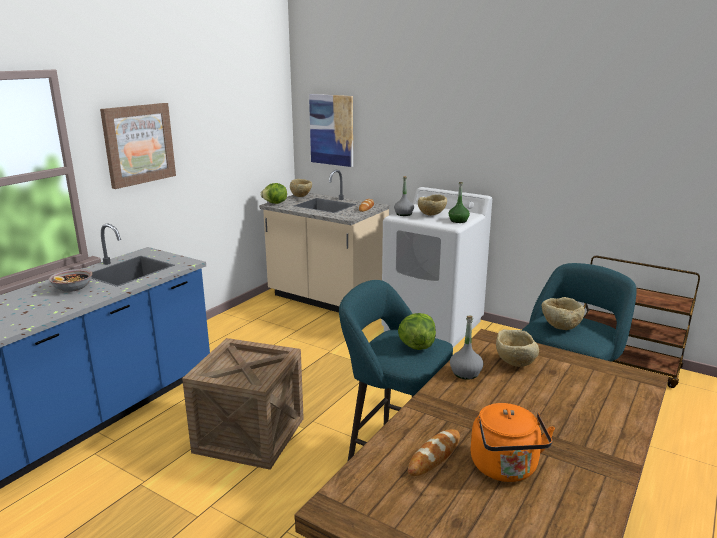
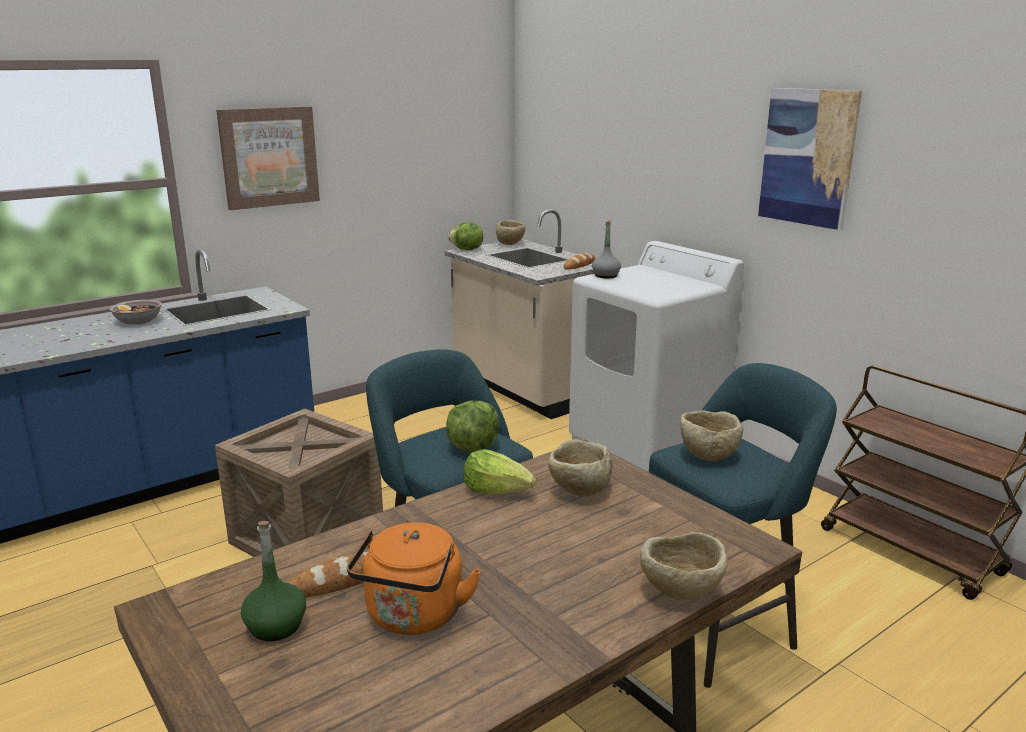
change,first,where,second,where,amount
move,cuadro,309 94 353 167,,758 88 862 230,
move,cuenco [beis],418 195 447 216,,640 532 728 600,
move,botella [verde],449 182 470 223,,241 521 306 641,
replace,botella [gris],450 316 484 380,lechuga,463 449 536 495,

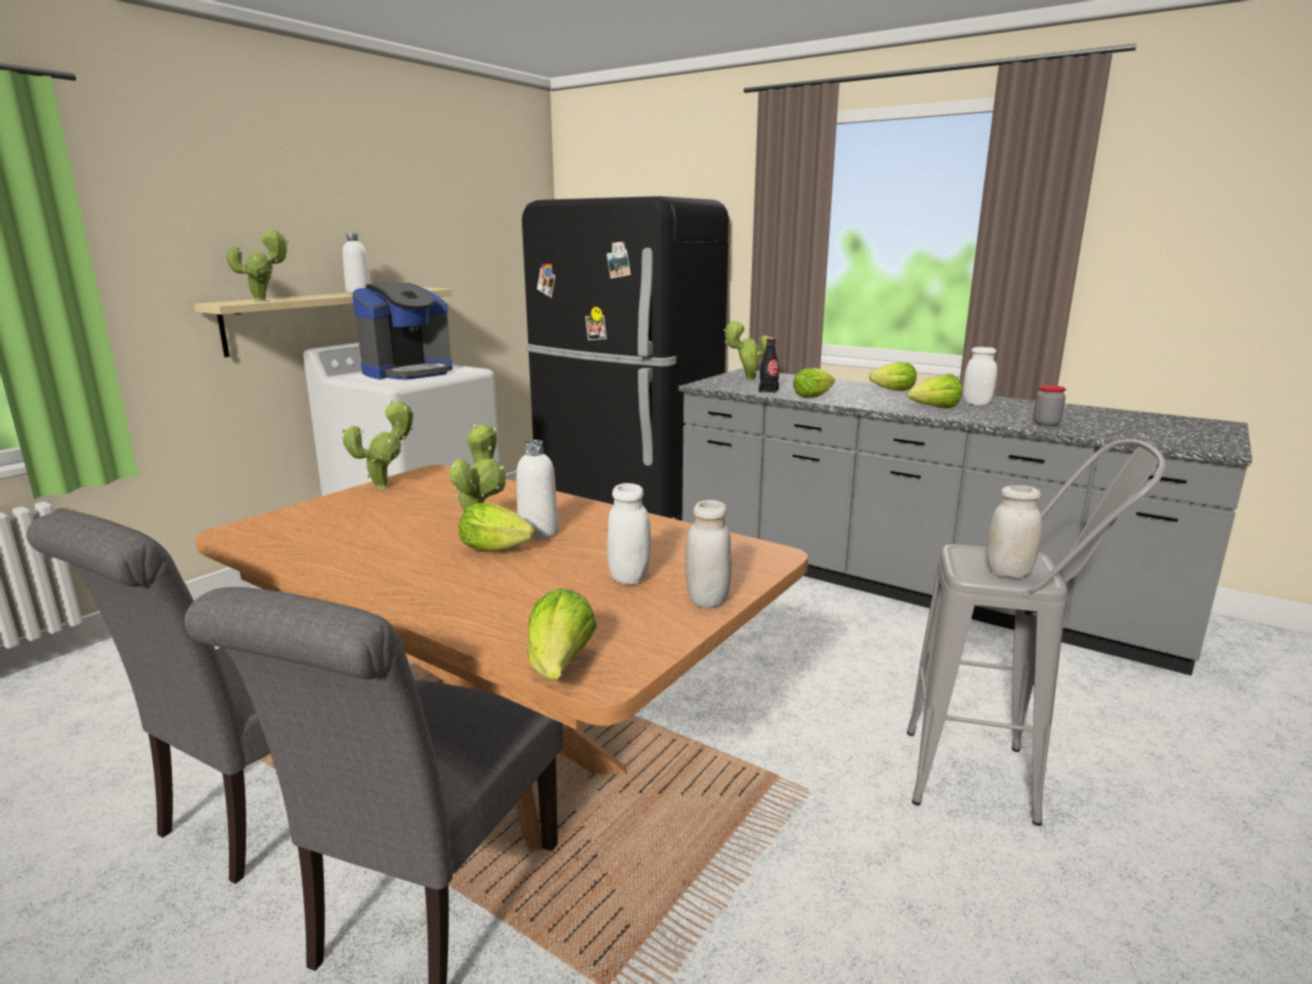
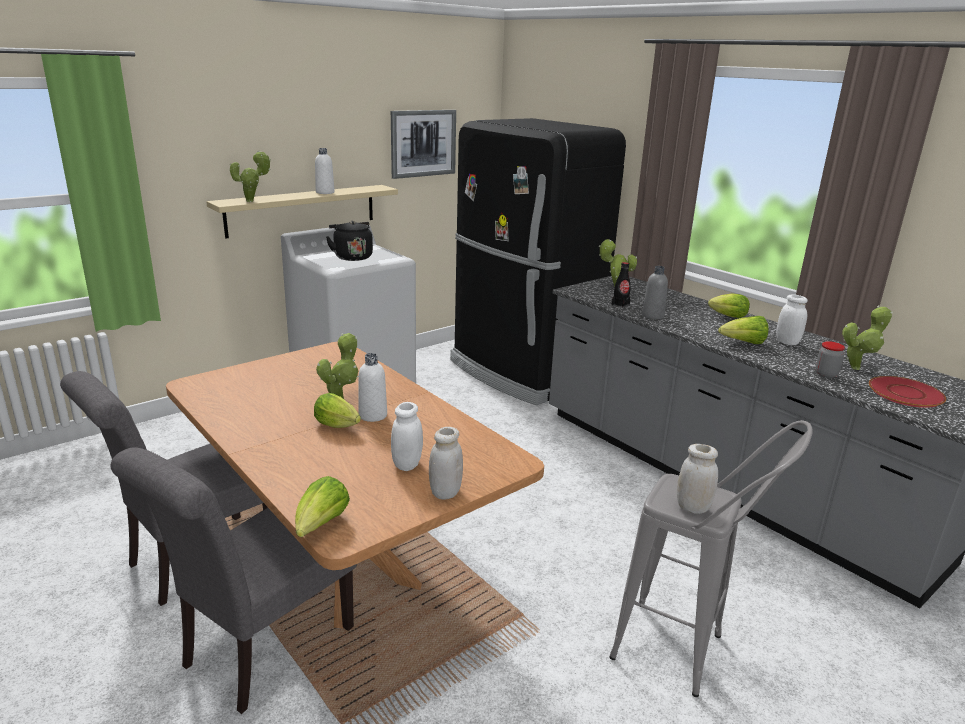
change,first,where,second,where,amount
insert,,,cuadro,391 110 456 179,
insert,,,plato [rojo],869 376 946 408,
move,planta en maceta,342 401 414 489,,842 305 893 370,
replace,cafetera,352 283 452 380,hervidor [negro],326 221 373 261,
replace,lechuga,793 368 835 398,botella [gris],642 266 668 319,

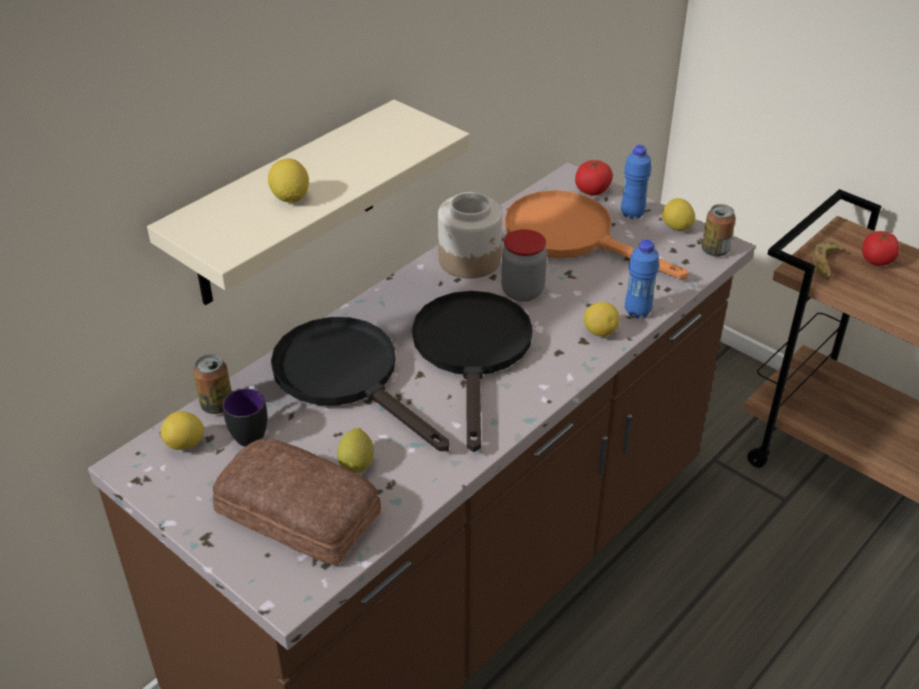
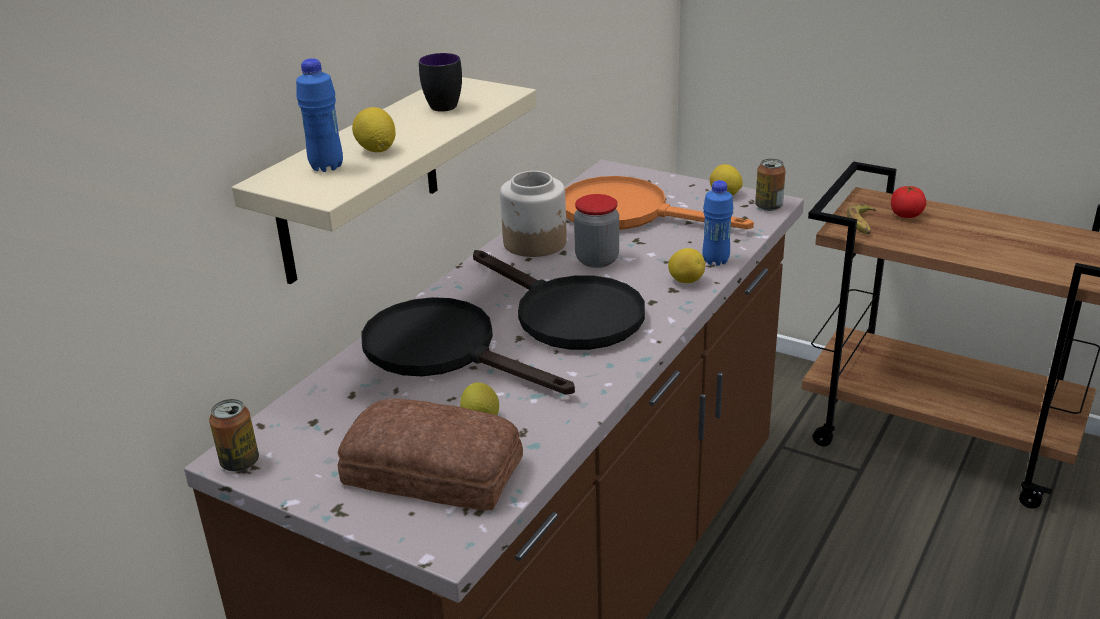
change,first,where,second,where,amount
delete,limón,160 411 204 450,,,
delete,tomate,575 160 613 196,,,
move,lata,193 354 232 414,,209 399 259 472,
move,taza grande,223 386 267 447,,419 53 462 112,
move,botella [azul],621 145 651 219,,296 58 343 172,
rotate,sartén [negro],412 291 533 452,,473 250 645 350,150 degrees clockwise

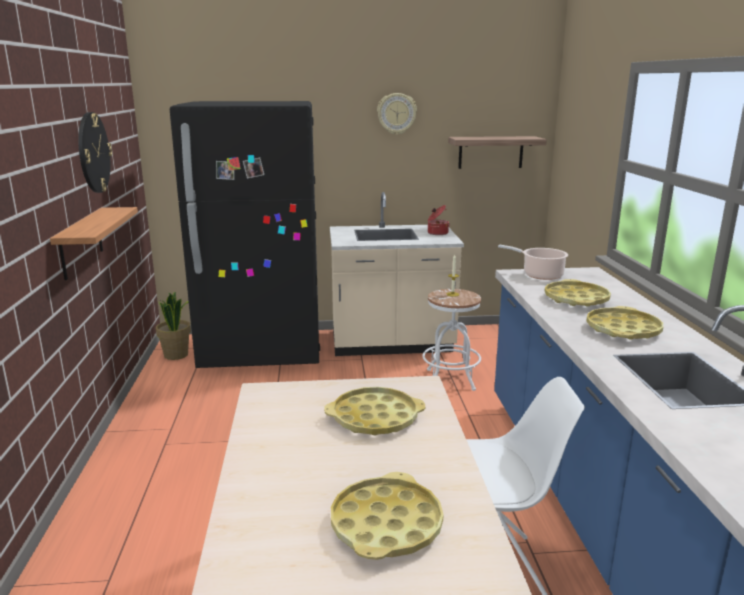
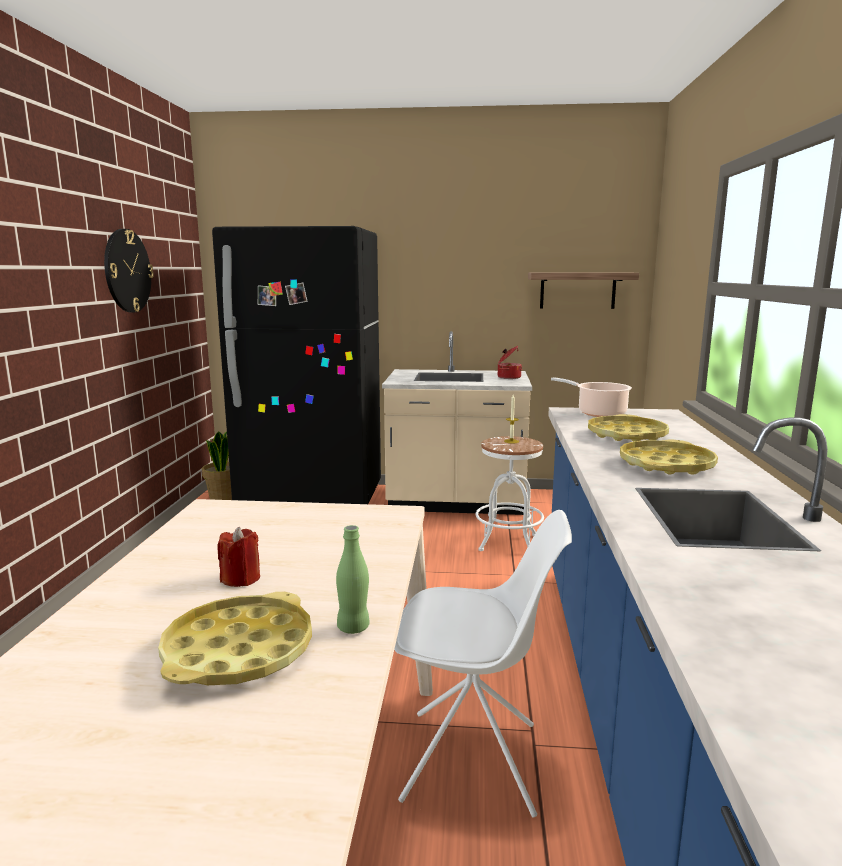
change,first,where,second,where,amount
delete,estante,50 207 138 280,,,
delete,bandeja [amarillo],324 387 425 435,,,
delete,reloj de pared,377 93 417 135,,,
insert,,,vela [rojo],217 527 260 587,
insert,,,botella [verde],336 525 370 634,

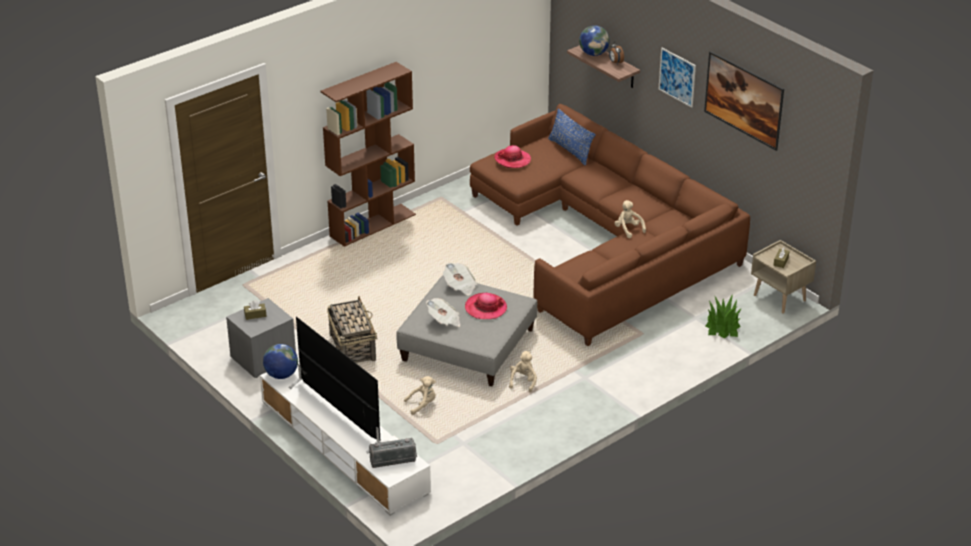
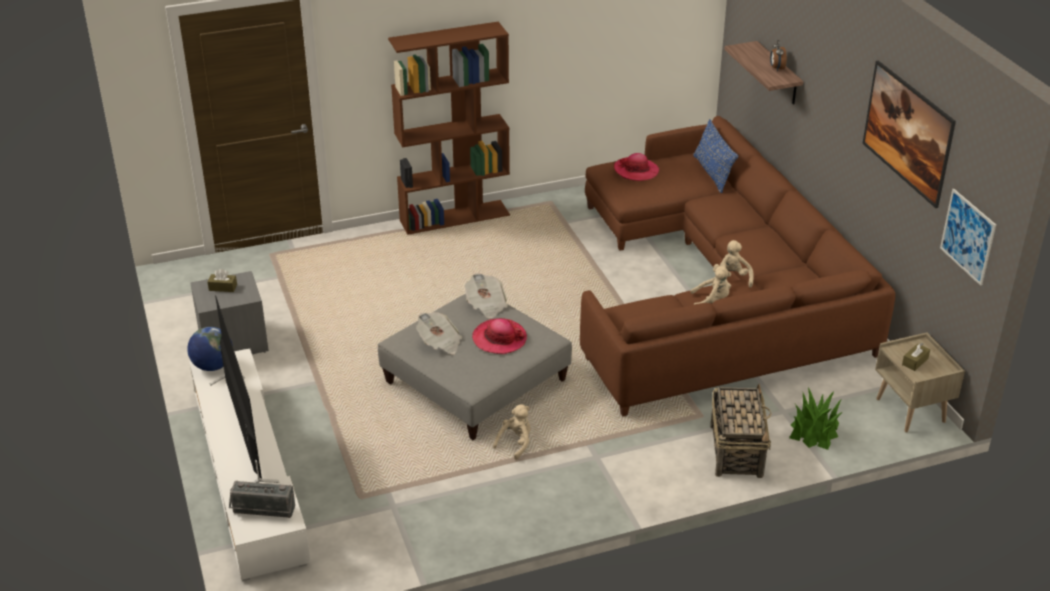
change,first,where,second,where,amount
delete,globo terráqueo,579 25 610 56,,,
move,cesta,327 296 377 363,,710 384 772 478,
move,peluche [beis],404 376 436 415,,690 266 731 304,
move,cuadro,658 48 696 108,,940 189 996 286,

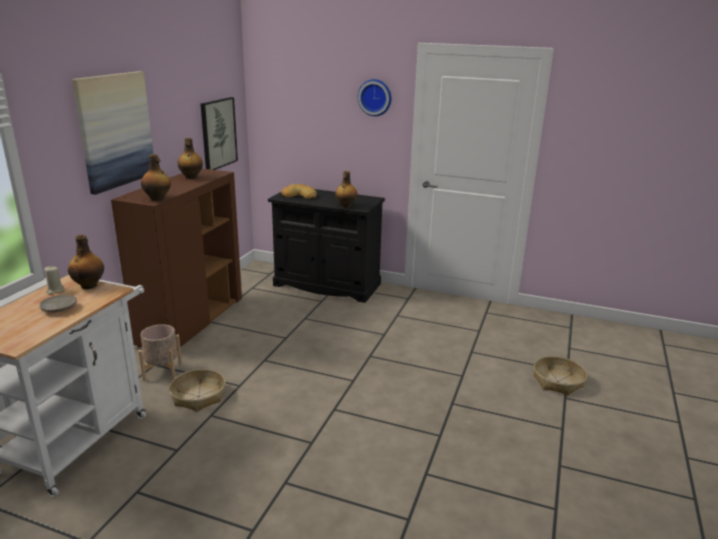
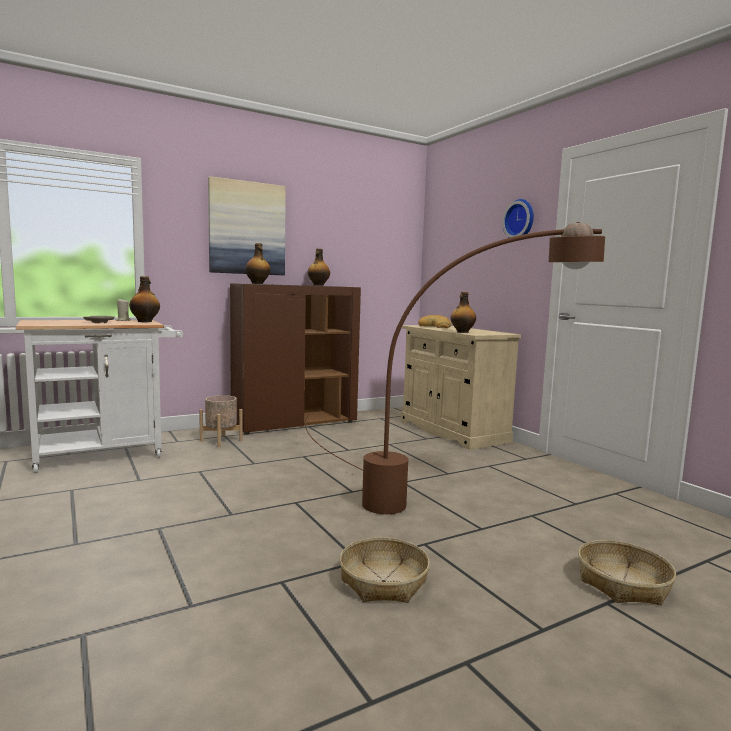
change,first,where,second,where,amount
delete,cuadro,201 97 238 170,,,
insert,,,lámpara de pie [marrón],305 222 605 514,
move,cesta,169 369 226 412,,339 537 430 603,
recolor,armario [negro],268 189 385 303,armario [beis],401 325 521 450,

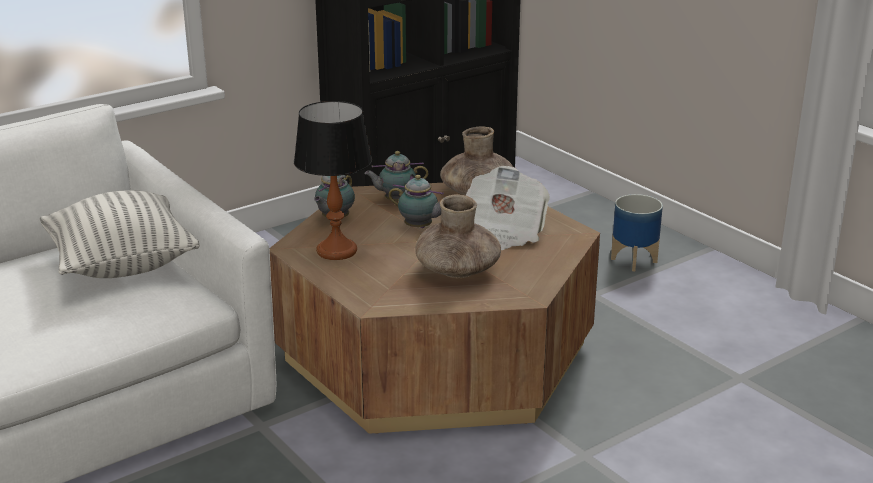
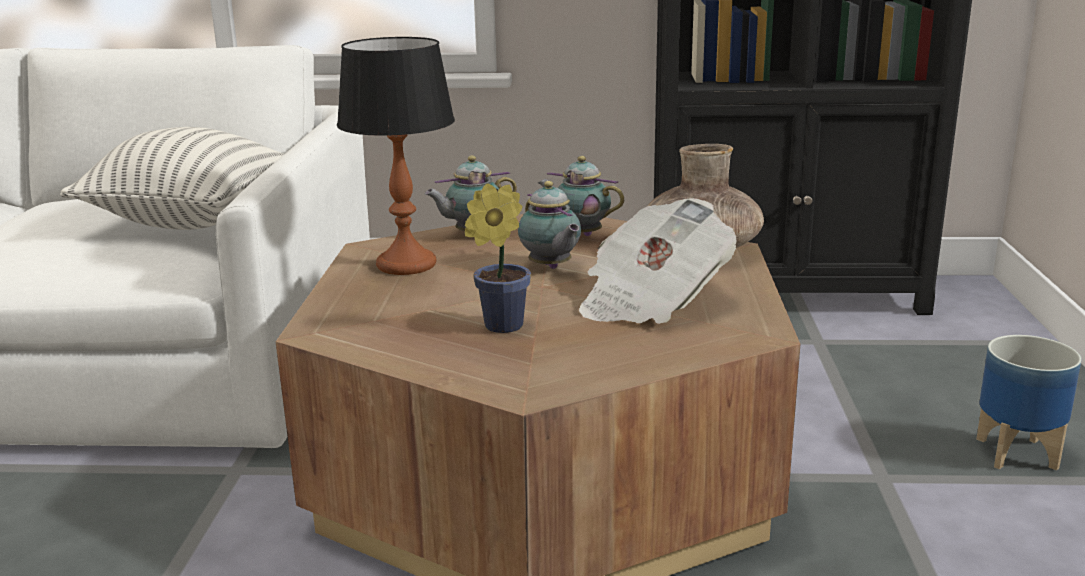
change,first,where,second,where,amount
replace,florero [marrón],415 194 501 278,planta en maceta,465 183 531 333,

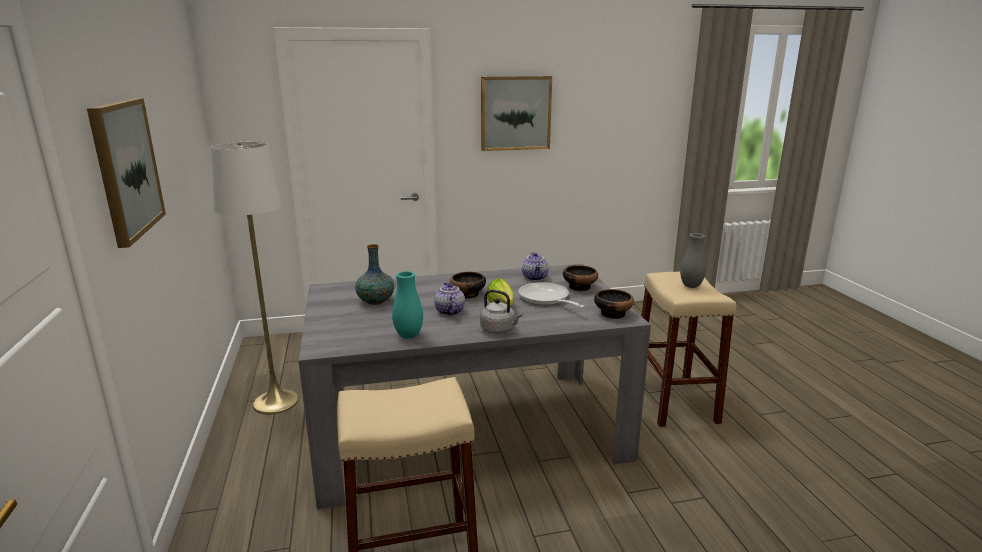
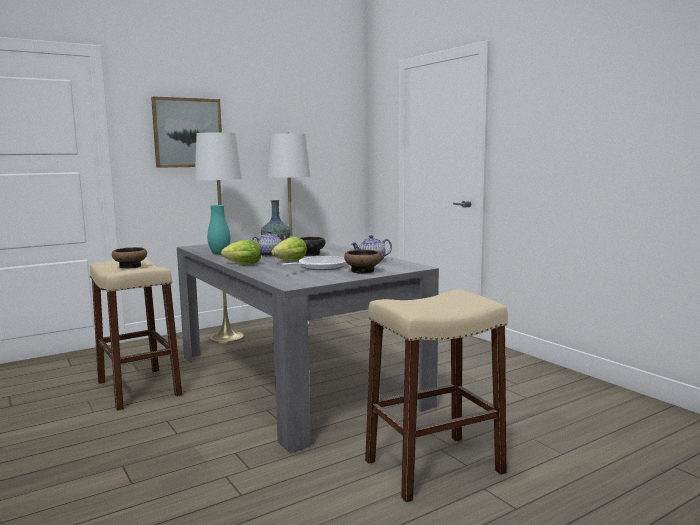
change,first,where,second,where,amount
delete,cuadro,481 76 552 151,,,
delete,florero [gris],680 233 707 288,,,
insert,,,lámpara de pie [blanco],195 132 244 343,
move,cuenco,594 289 634 319,,112 247 147 269,
replace,hervidor [gris],480 290 523 334,lechuga,221 240 261 265,

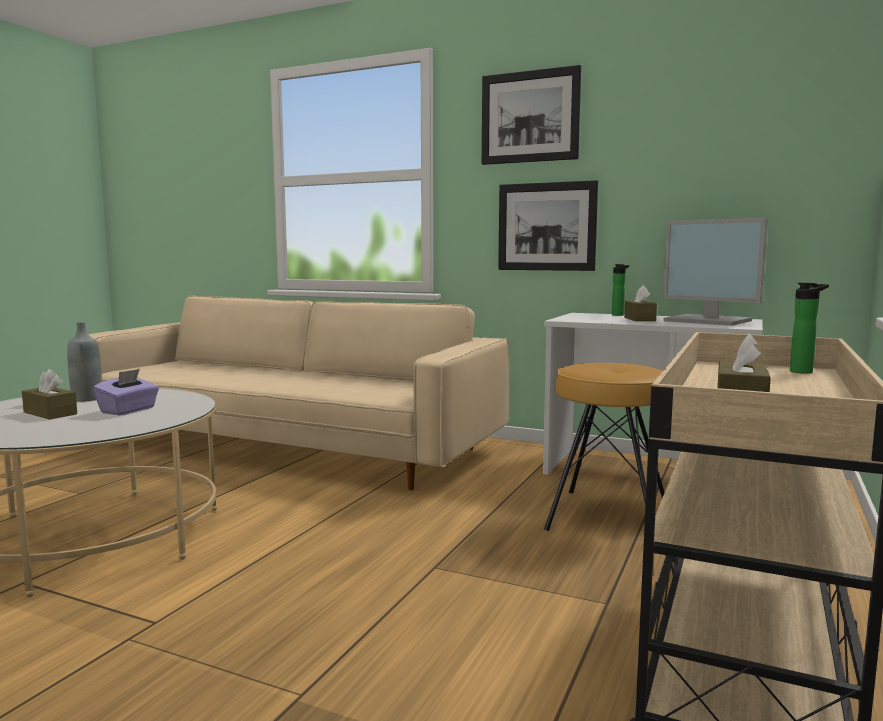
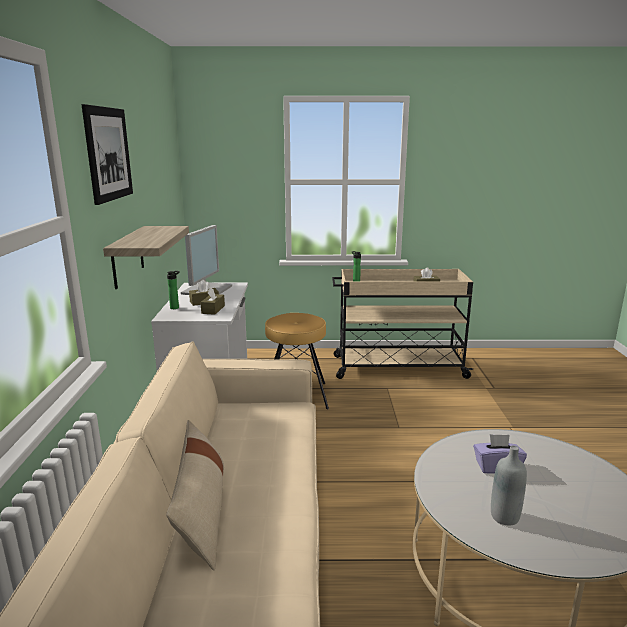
change,first,where,second,where,amount
insert,,,cojín [beis],166 420 224 571,
move,caja de pañuelos [marrón],22 369 77 419,,200 287 225 315,
replace,cuadro,498 180 598 271,estante,103 226 189 289,

